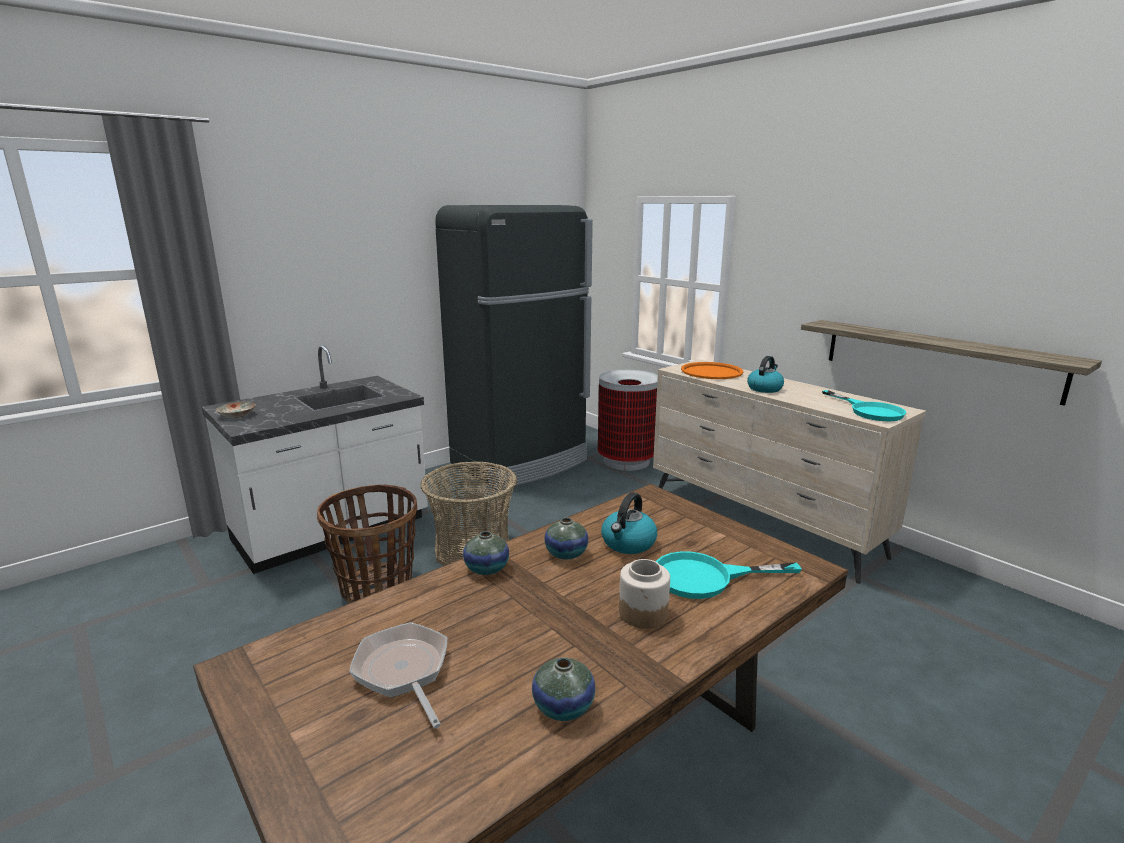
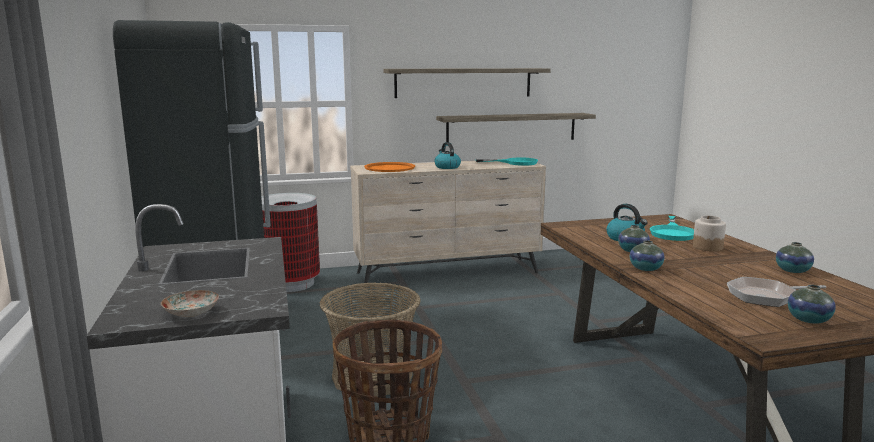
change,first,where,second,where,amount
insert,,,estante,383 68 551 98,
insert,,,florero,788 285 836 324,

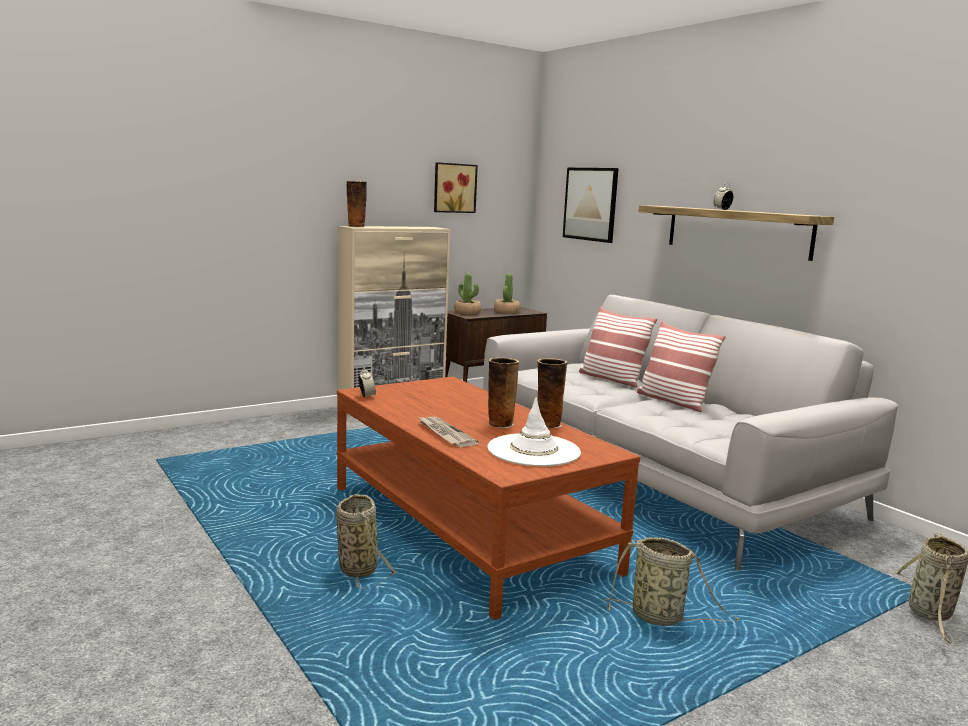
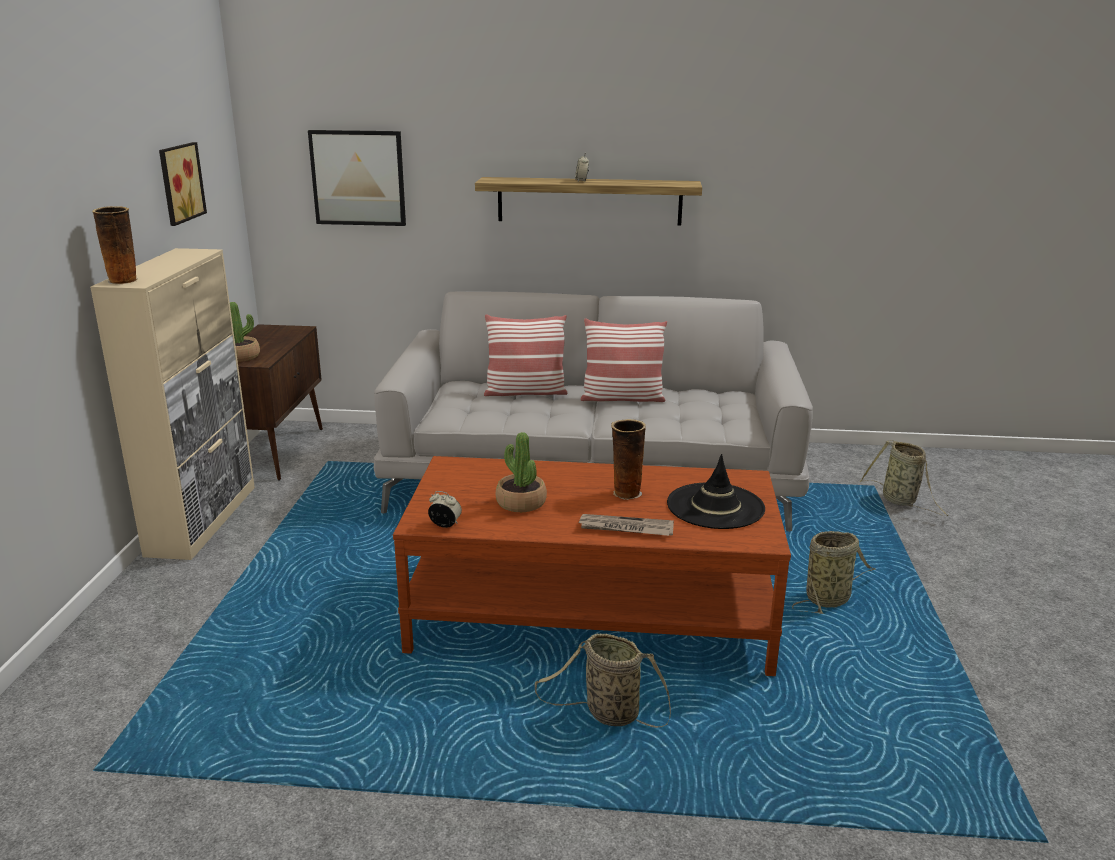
change,first,where,second,where,amount
delete,florero,537 358 567 428,,,
move,planta en maceta,494 273 520 314,,496 432 547 512,
recolor,sombrero [blanco],487 397 581 467,sombrero [negro],667 454 765 529,

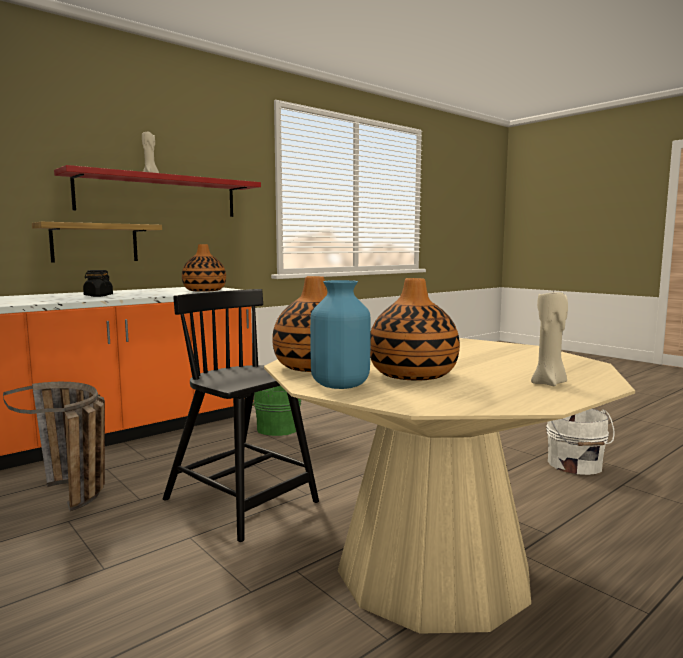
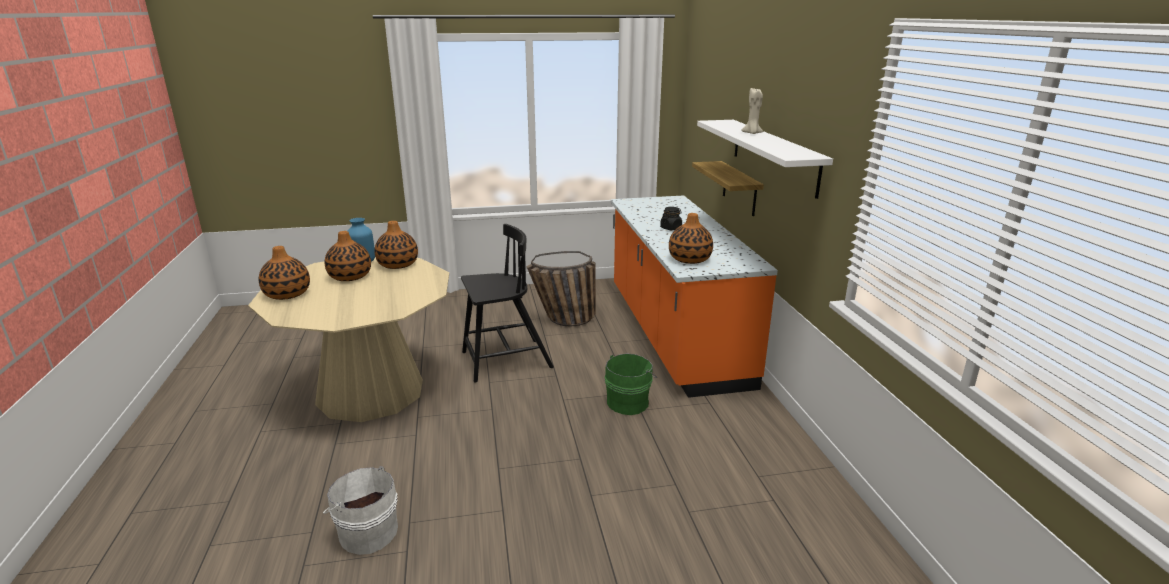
change,first,where,second,where,amount
replace,vela [beis],531 288 568 386,florero,259 246 310 300,
recolor,estante [rojo],54 165 261 217,estante [blanco],697 120 833 199,

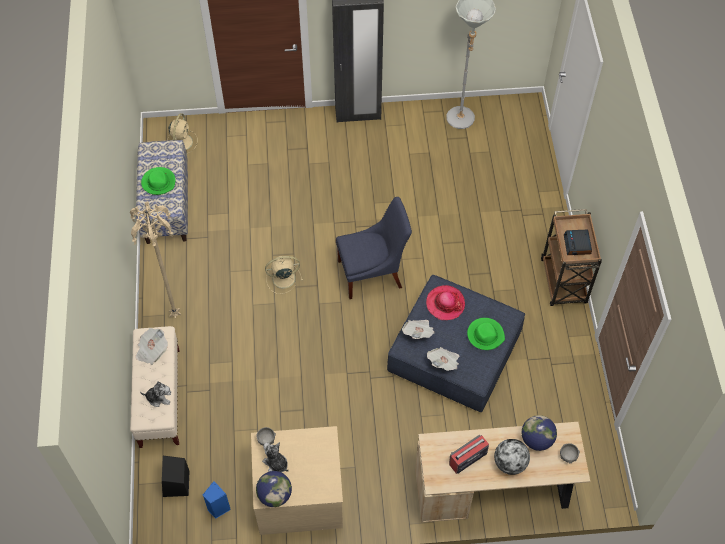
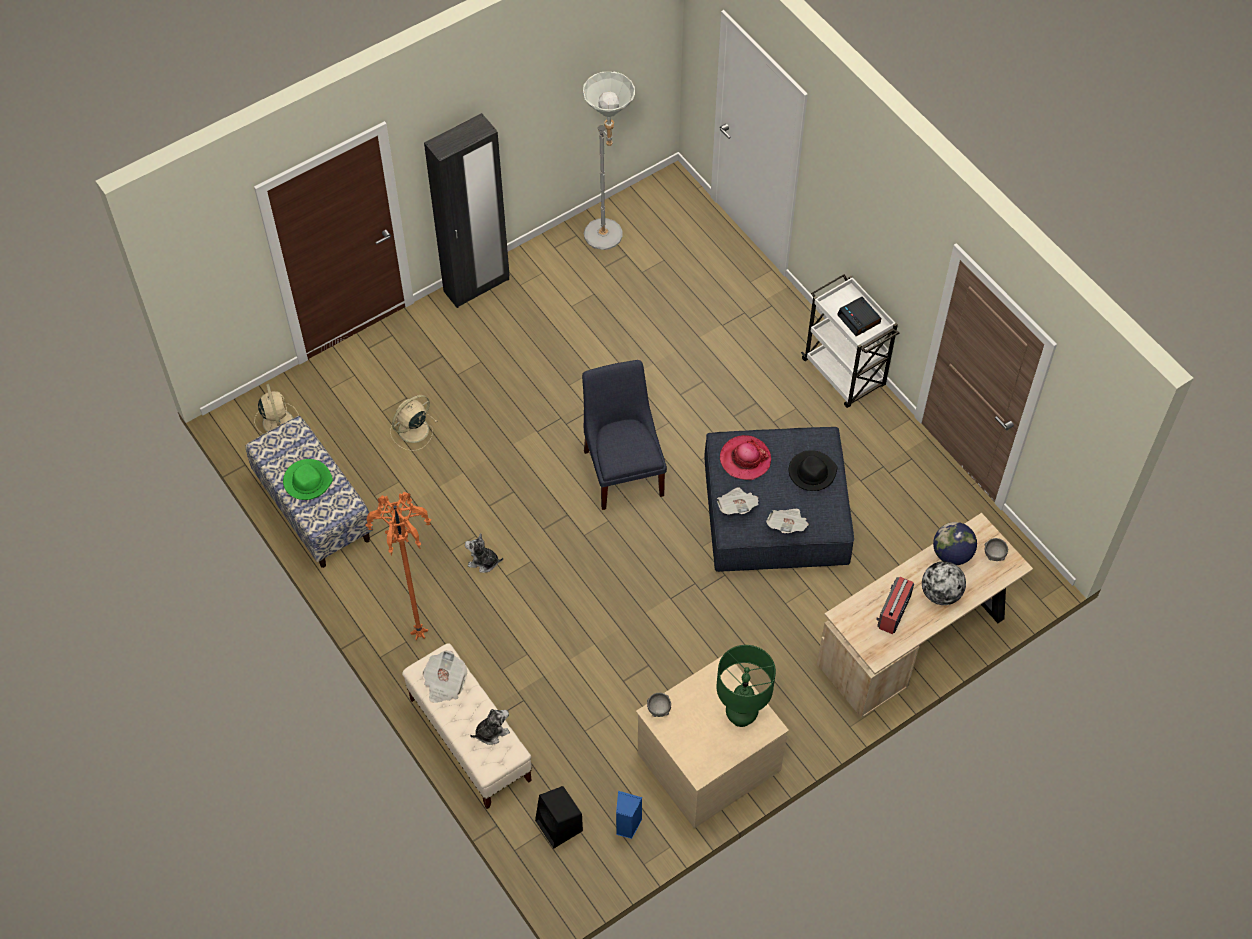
change,first,where,second,where,amount
delete,globo terráqueo,256 471 292 507,,,
insert,,,lámpara de mesa [verde],717 645 776 727,
move,peluche,262 442 289 473,,465 533 503 573,
move,ventilador [beis],265 256 303 294,,390 395 437 451,
recolor,lámpara de pie [beis],130 201 181 319,lámpara de pie [naranja],366 492 431 640,
recolor,sombrero [verde],467 318 505 350,sombrero [negro],789 450 838 491,
recolor,carrito [marrón],541 209 602 306,carrito [blanco],801 274 899 408,
rotate,silla [azul],336 197 412 299,,582 360 667 510,60 degrees counterclockwise

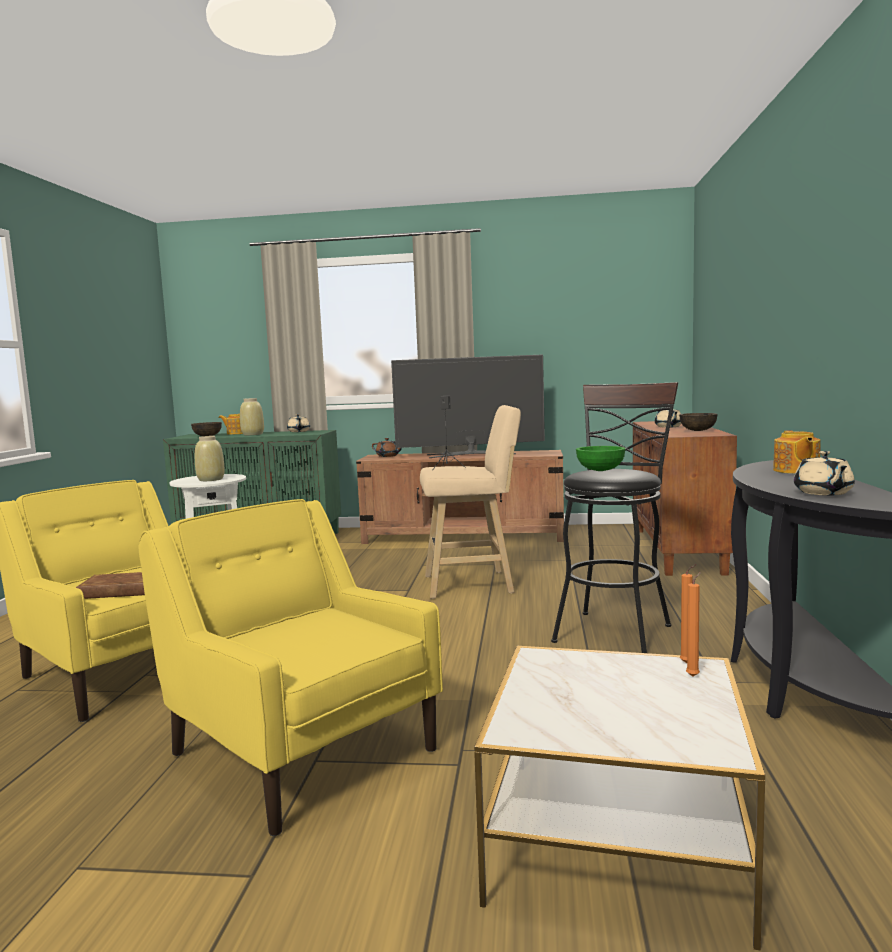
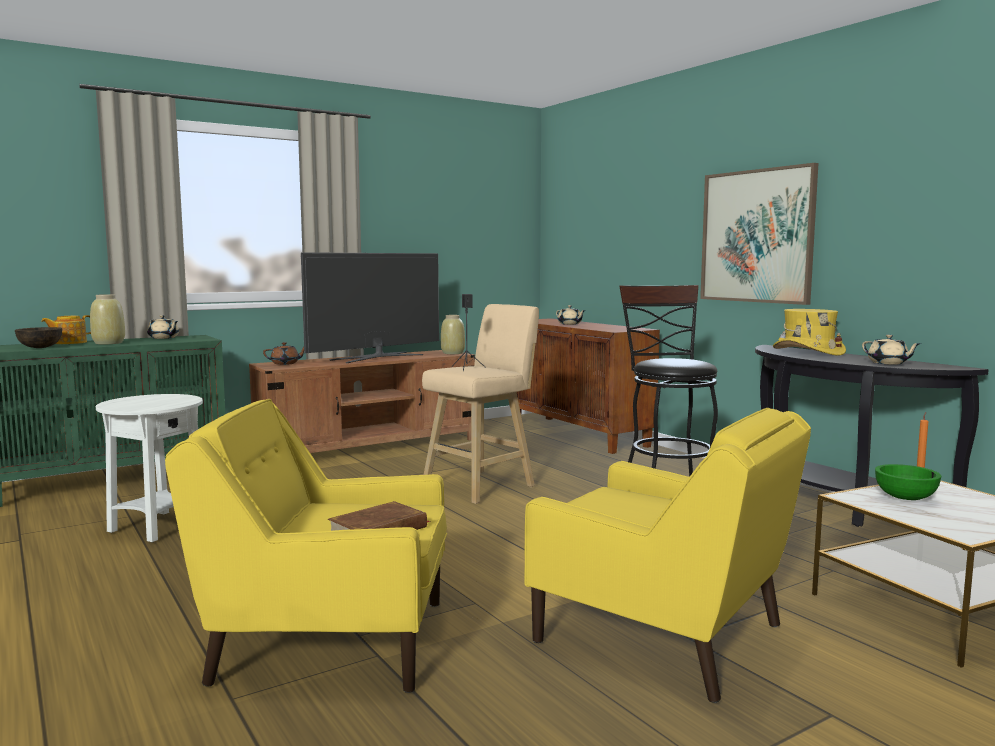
change,first,where,second,where,amount
delete,cuenco [marrón],679 413 718 431,,,
delete,vela [naranja],686 572 701 677,,,
insert,,,cuadro,700 163 818 305,
move,florero [beis],195 436 225 481,,441 315 465 354,
move,cuenco [verde],576 446 625 471,,875 464 942 500,
replace,tetera,773 430 821 474,sombrero [amarillo],773 309 846 356,
rotate,sillón [amarillo],139 499 443 836,,524 408 811 703,150 degrees counterclockwise

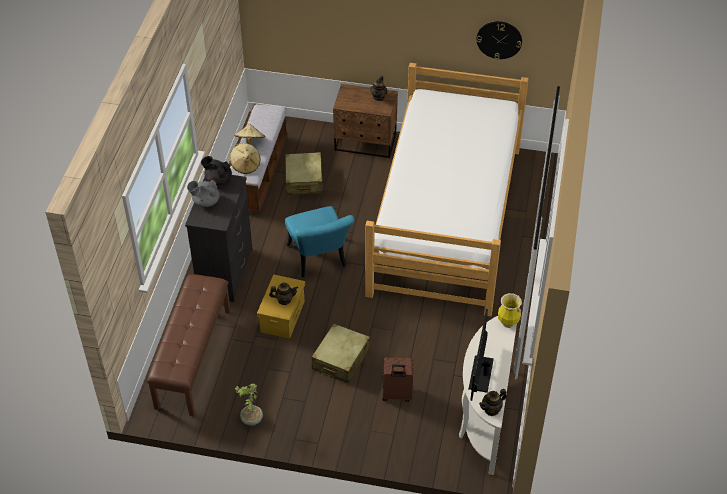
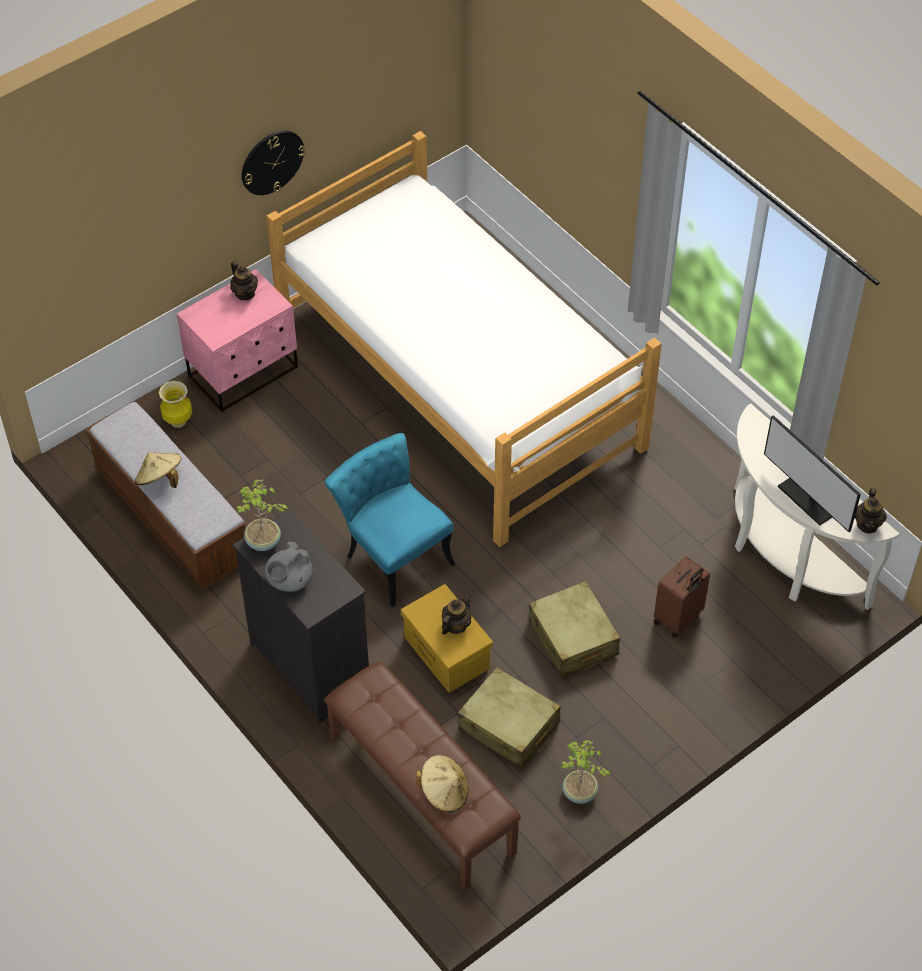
change,first,where,second,where,amount
move,sombrero [beis],230 143 260 174,,416 755 469 813,
move,maleta [beis],284 152 323 195,,458 667 561 768,
move,reloj de pared,476 21 522 60,,242 130 305 195,
move,florero,498 293 522 328,,159 381 192 428,
replace,tetera [negro],201 156 232 186,planta en maceta,237 479 289 551,
recolor,mesita de noche [marrón],333 84 398 158,mesita de noche [rosa],177 269 298 412,
rotate,silla [turquesa],285 206 354 277,,325 433 455 607,150 degrees counterclockwise

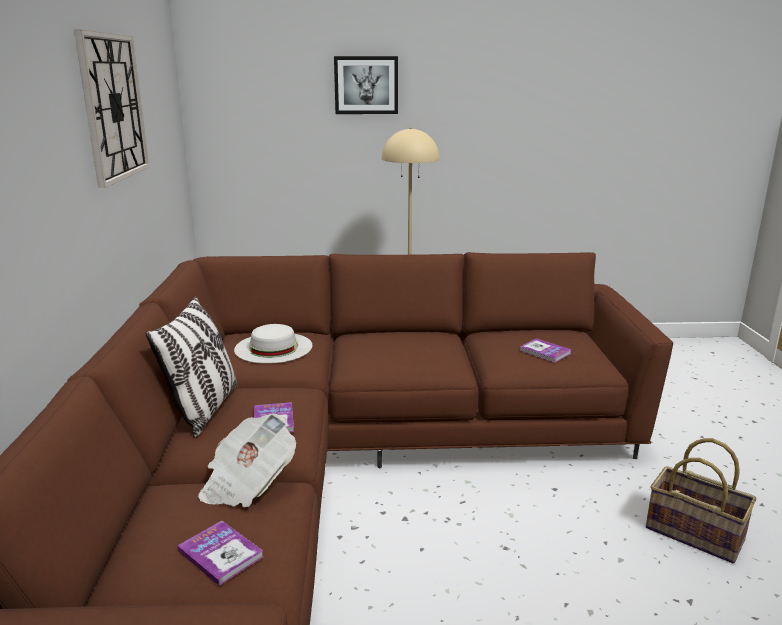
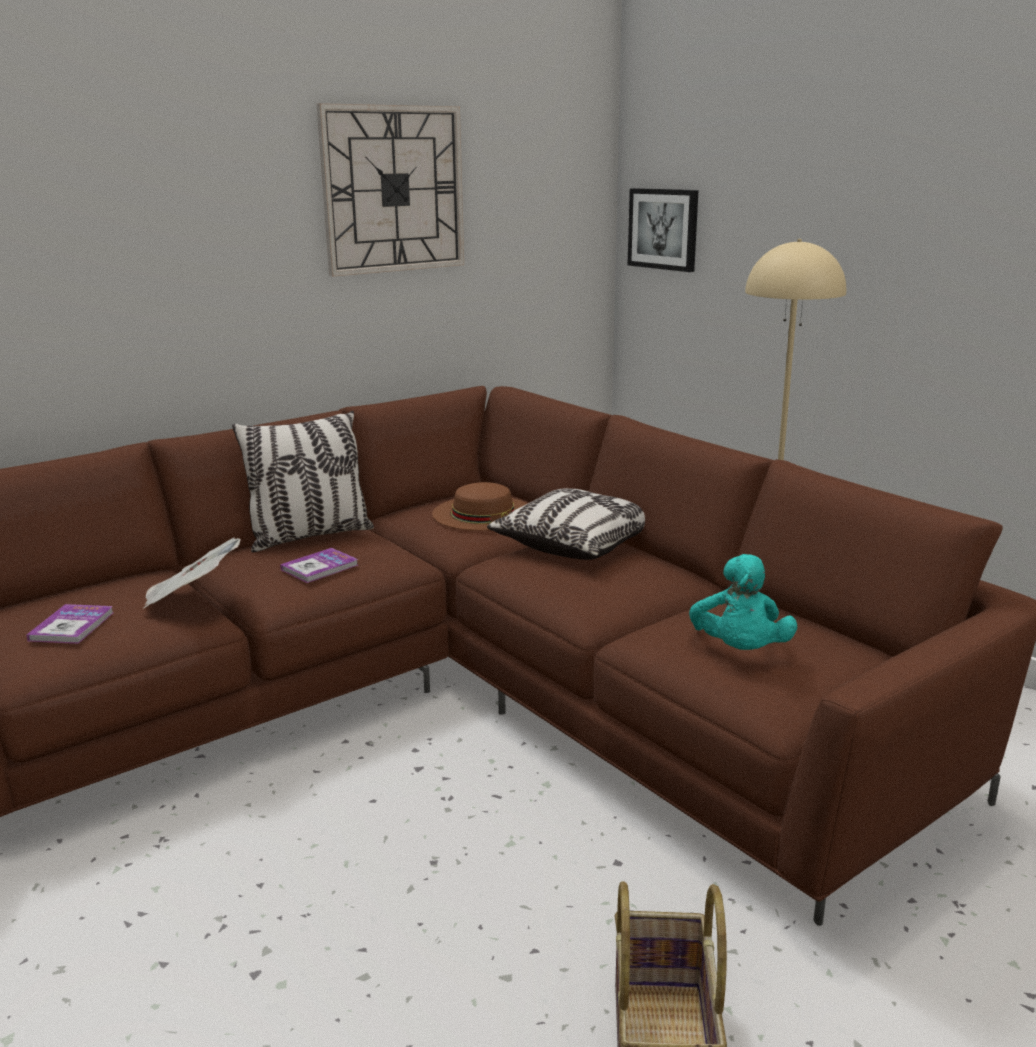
change,first,where,second,where,amount
insert,,,cojín,487 488 645 560,
move,cuadro,334 56 398 114,,628 188 698 272,
replace,libro,519 338 572 363,peluche [turquesa],689 554 797 650,
recolor,sombrero [blanco],234 324 312 364,sombrero [marrón],432 482 528 531,

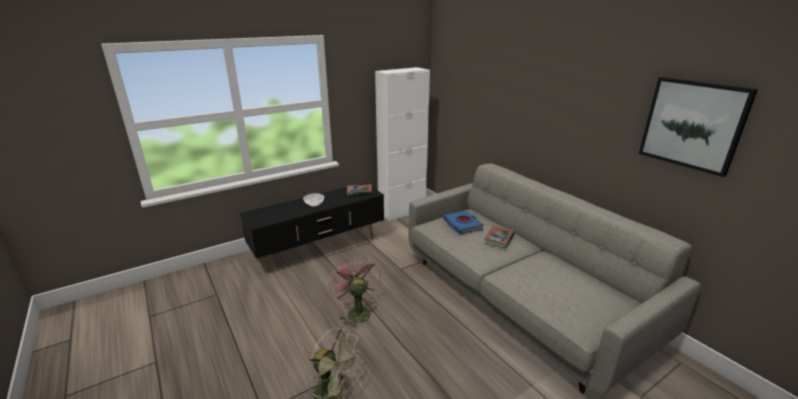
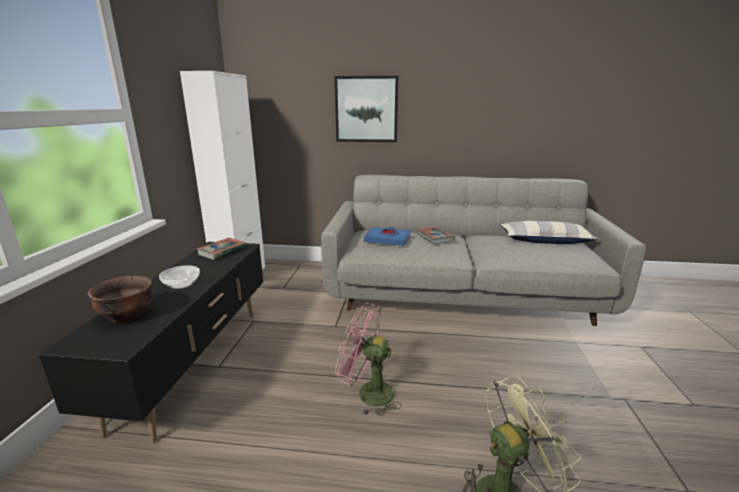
change,first,where,second,where,amount
insert,,,cuenco [marrón],88 276 153 323,
insert,,,cojín,500 221 598 244,
move,cuadro,639 77 758 177,,335 76 398 142,

